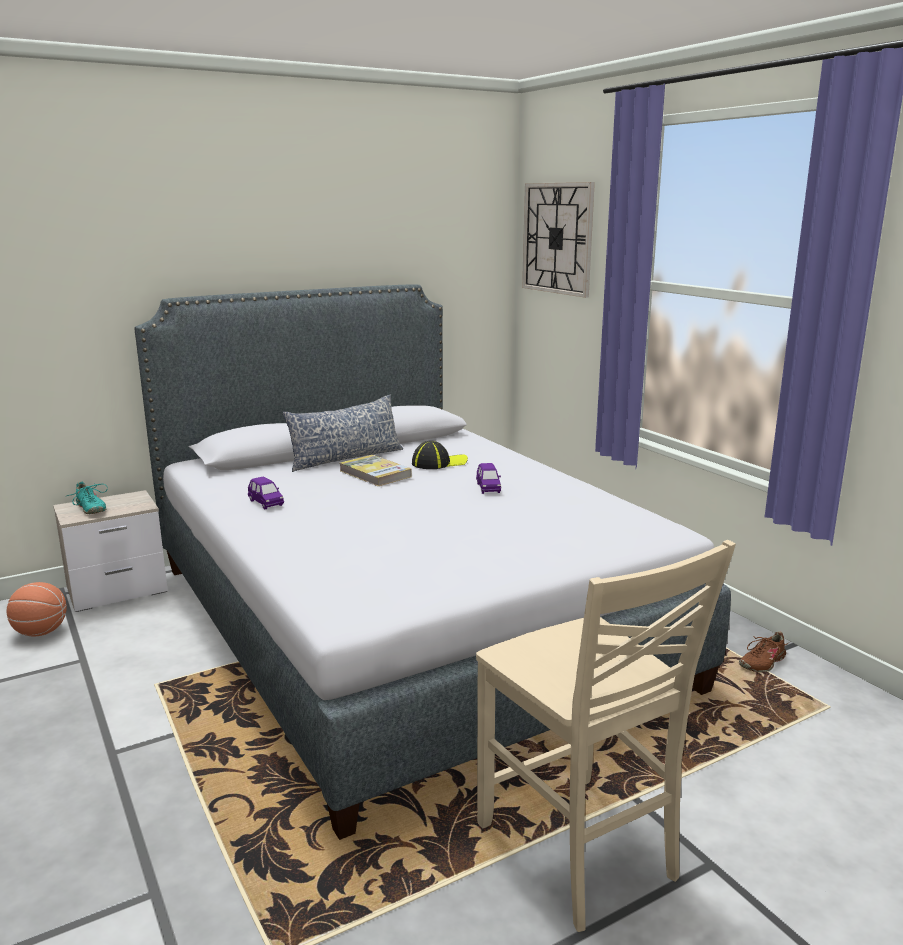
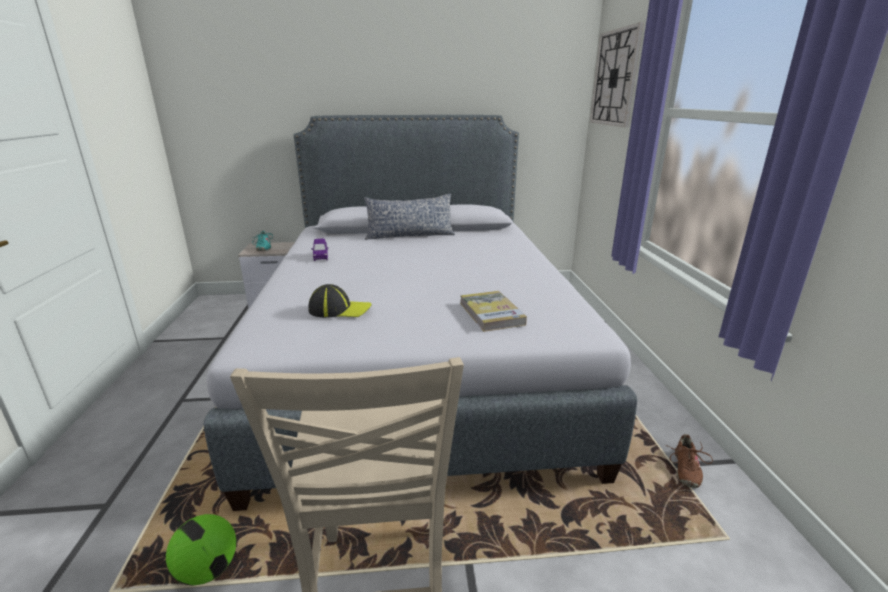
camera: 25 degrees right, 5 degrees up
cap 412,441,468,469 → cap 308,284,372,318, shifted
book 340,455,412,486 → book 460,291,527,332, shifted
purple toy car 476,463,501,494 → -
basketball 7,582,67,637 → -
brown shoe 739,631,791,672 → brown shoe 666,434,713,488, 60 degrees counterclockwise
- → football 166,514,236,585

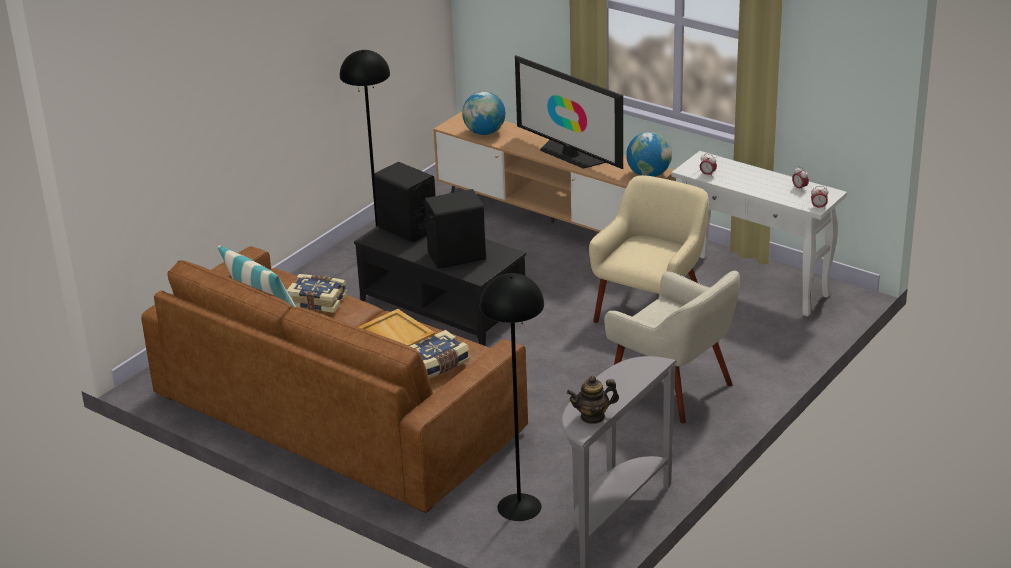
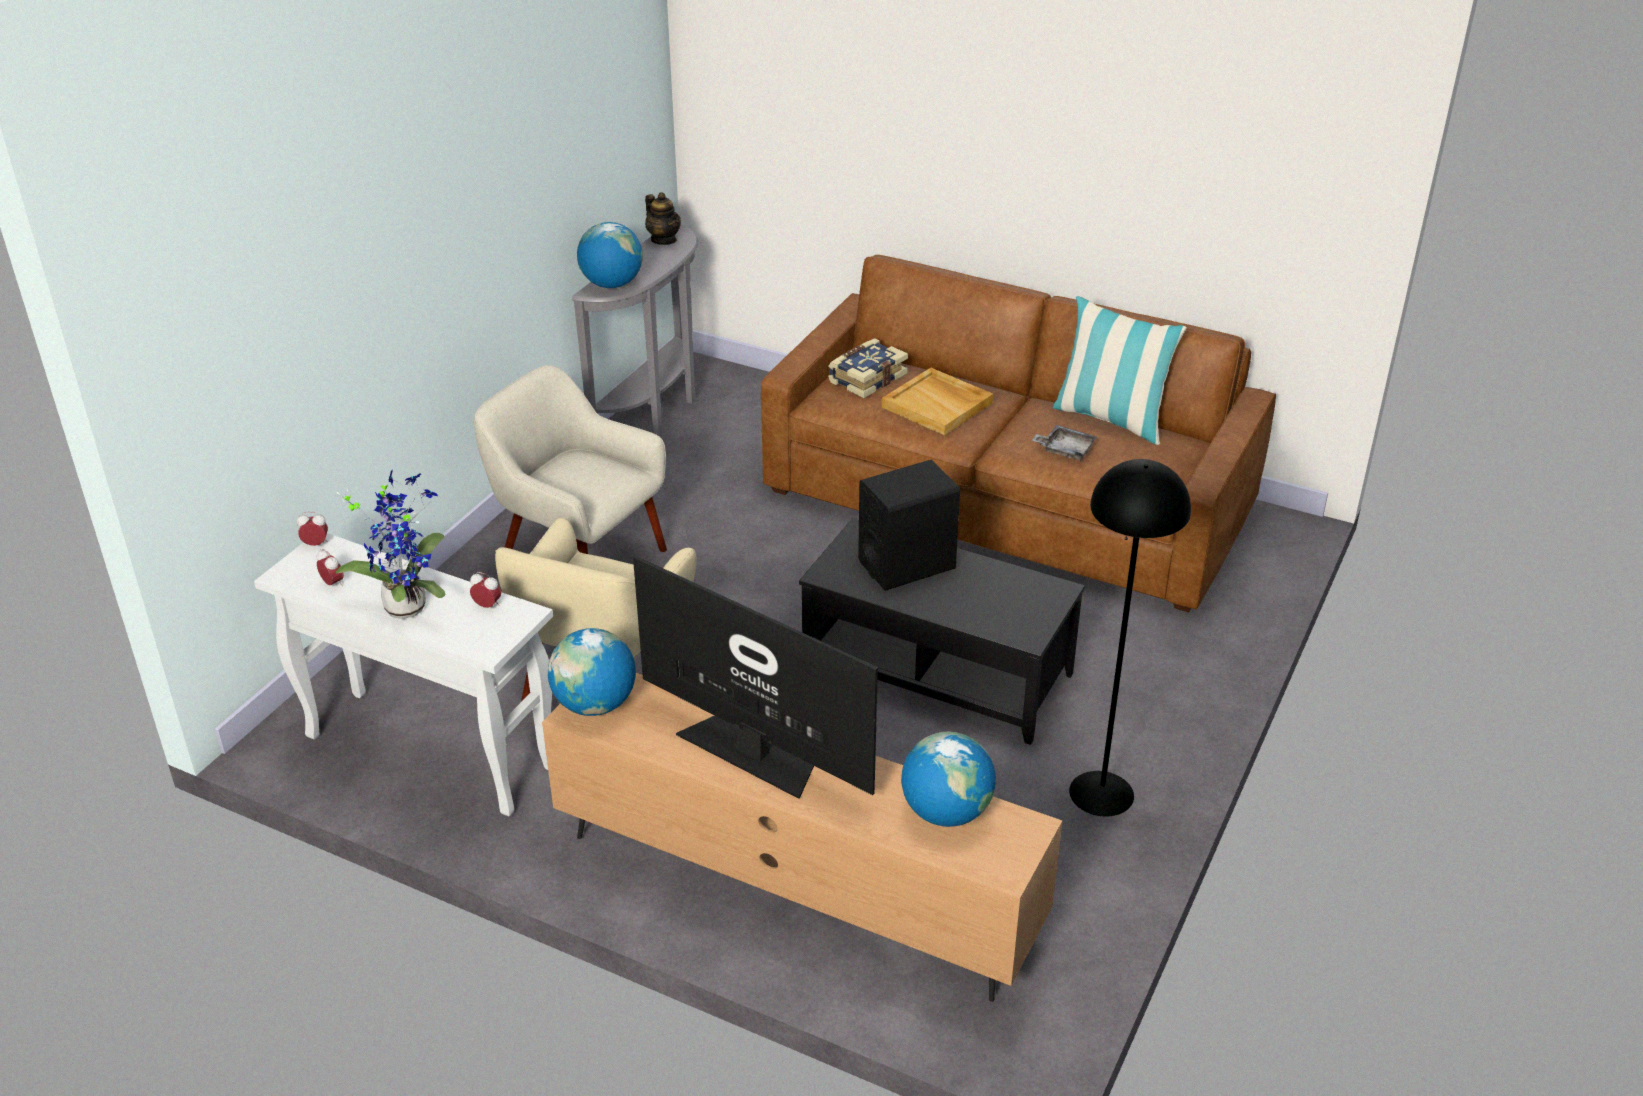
camera: 170 degrees right, 5 degrees up
black speaker 374,162,435,242 → -
black floor lamp 480,273,544,521 → -
book 287,274,347,313 → grey tray 1032,425,1097,461
teapot 567,376,619,424 → teapot 645,192,681,245, 75 degrees clockwise
- → globe 577,222,643,288
- → potted plant 335,470,445,619

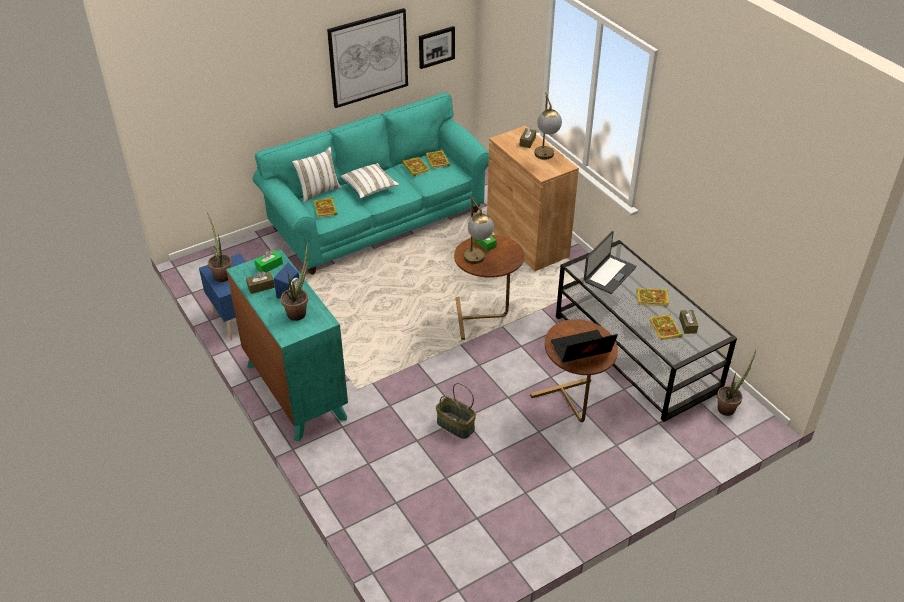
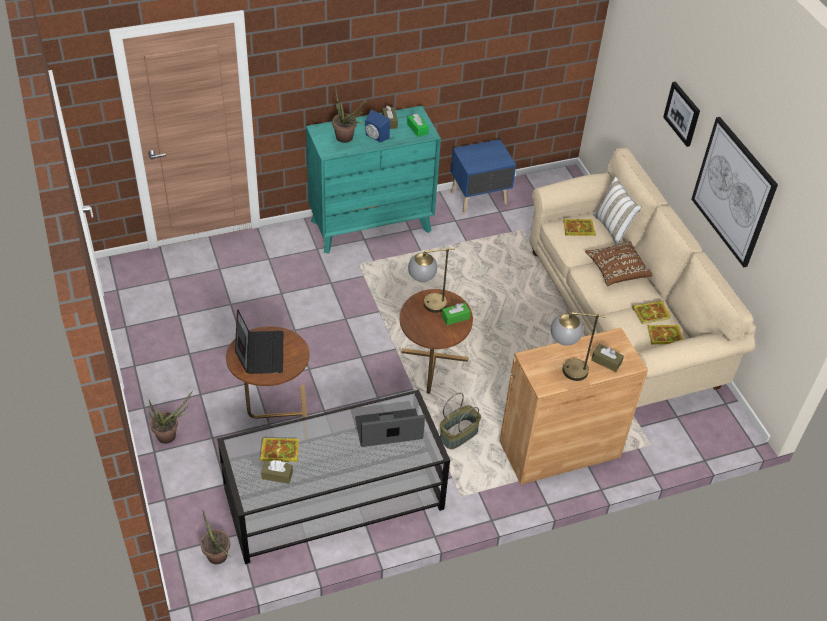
camera: 100 degrees right, 5 degrees up
picture 419,26,455,69 → picture 663,81,700,147, shifted
turquoise sofa 253,93,491,275 → beige sofa 529,148,756,408
white pillow 341,163,399,198 → brown pillow 585,241,652,286
potted plant 207,213,232,282 → potted plant 148,390,193,444, shifted
laptop 584,231,636,294 → laptop 355,408,425,447, 120 degrees clockwise
book 637,288,669,306 → -
basket 436,383,476,439 → basket 440,393,481,449, shifted

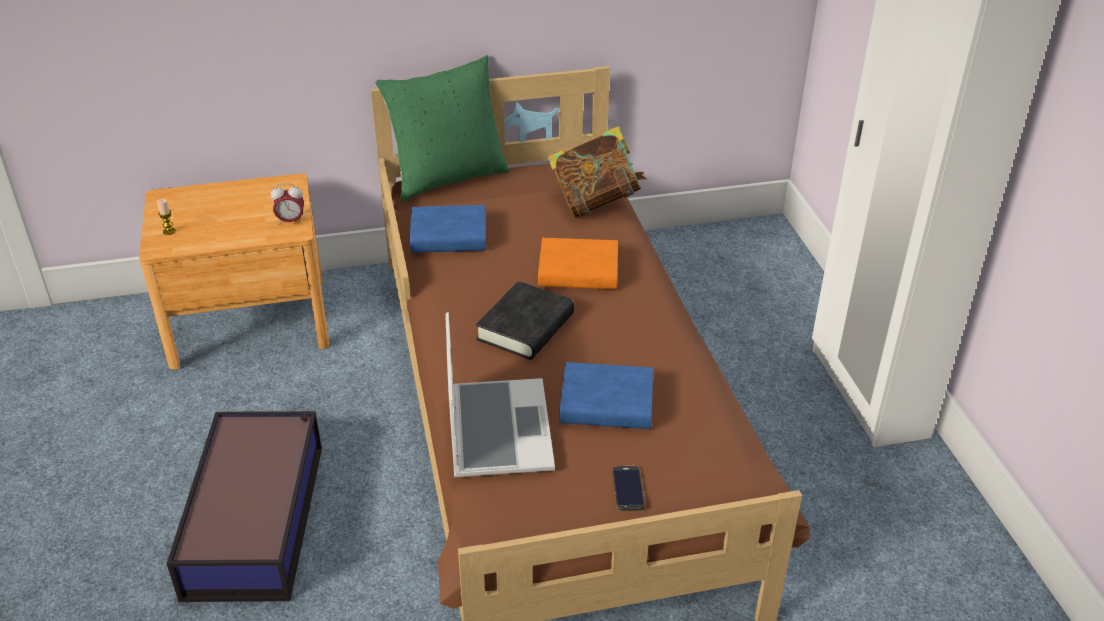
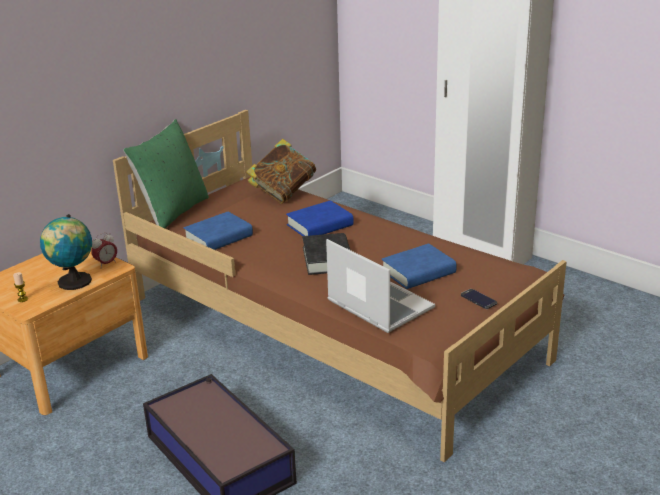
camera: 35 degrees left, 10 degrees down
orange book 538,238,618,289 → blue book 286,200,354,236
- → globe 40,214,92,290

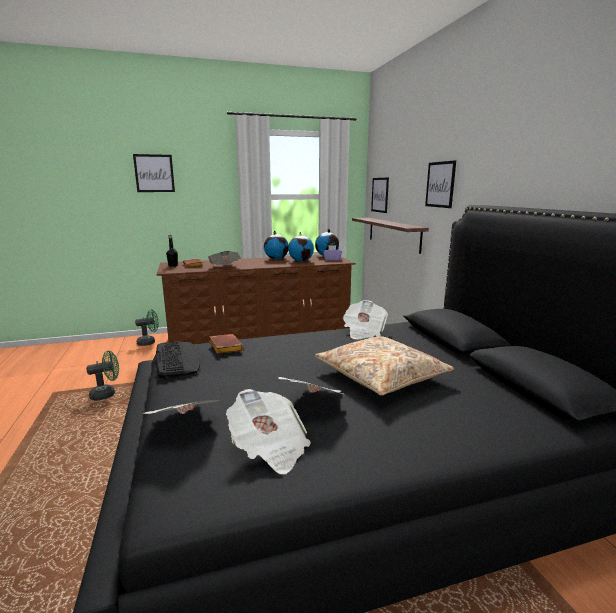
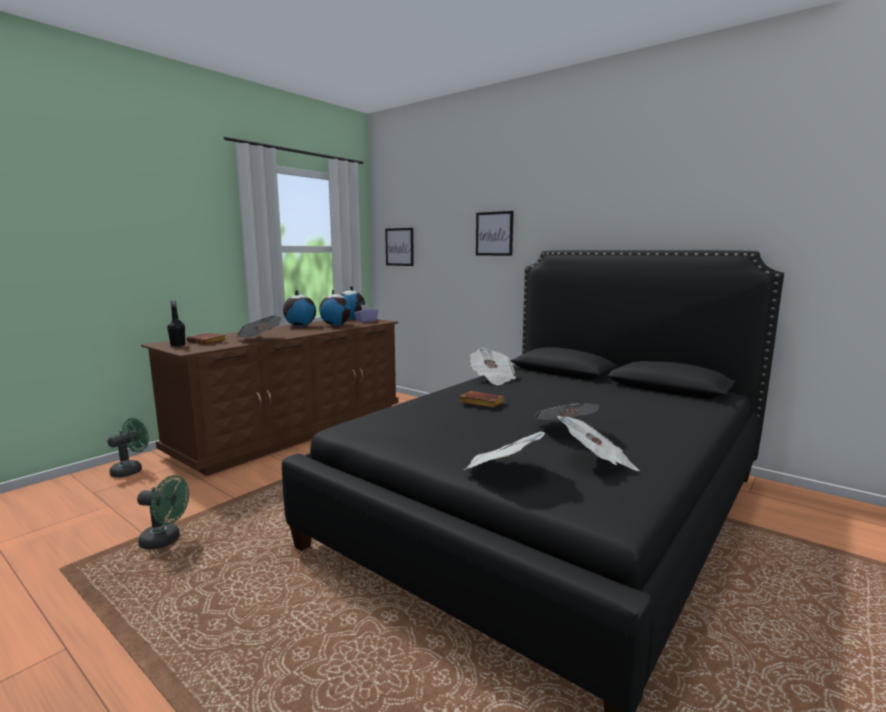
camera: 35 degrees left, 5 degrees down
picture 133,154,175,192 → -
shelf 352,218,429,254 → -
brown book 209,334,244,354 → brown book 459,391,505,408, shifted
beige pillow 315,336,454,395 → -
keyboard 156,341,200,379 → -
green fan 86,351,119,400 → green fan 137,475,189,549, 75 degrees clockwise

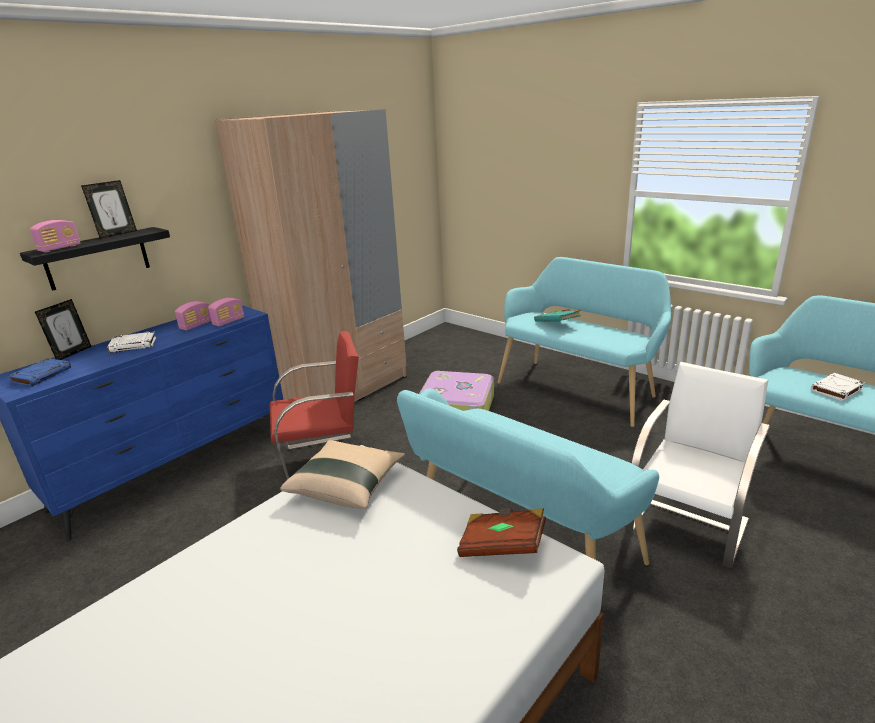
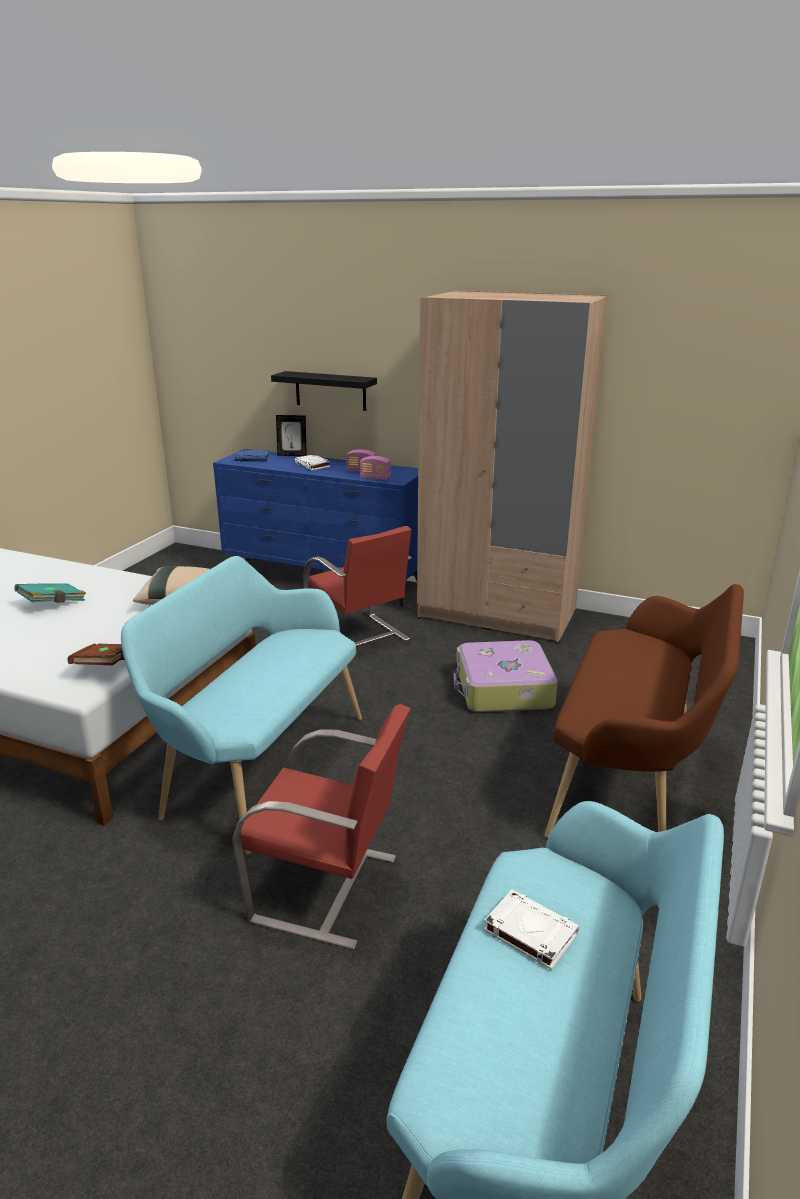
camera: 70 degrees right, 0 degrees up
picture frame 81,180,137,239 → -
radio 30,220,80,252 → -
turquoise bench 497,257,671,427 → brown bench 545,584,744,838
turquoise book 534,309,581,322 → turquoise book 14,583,86,603, shifted
white chair 625,362,770,569 → red chair 232,704,411,950

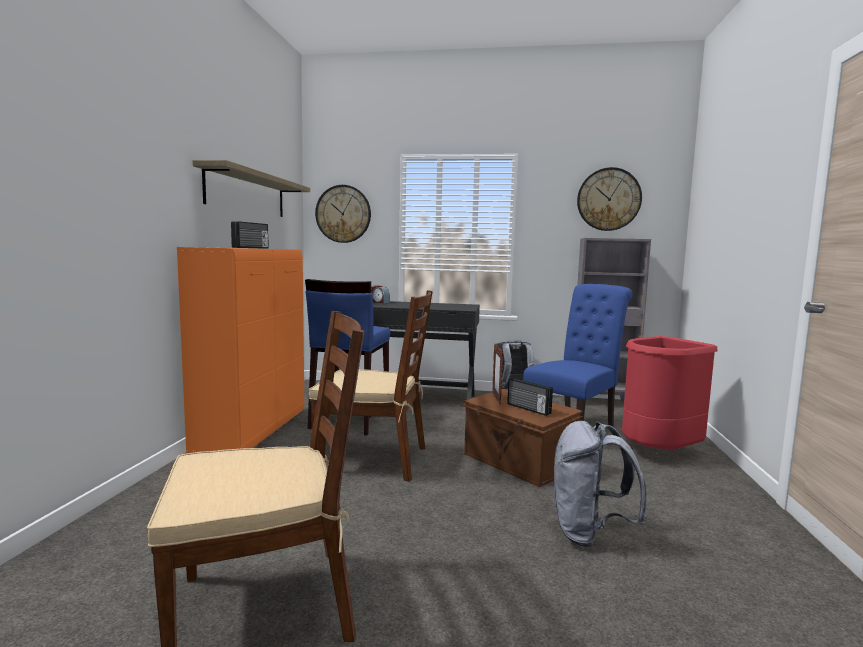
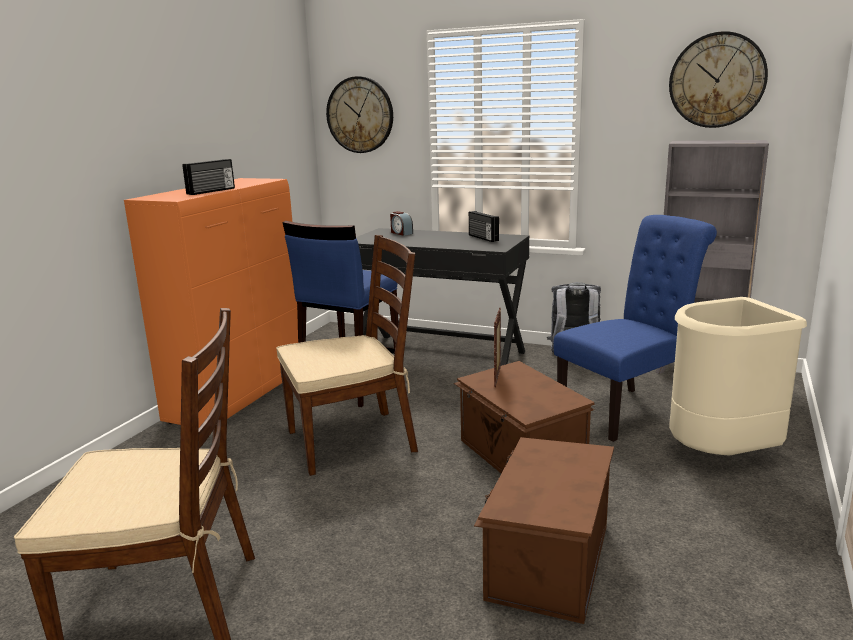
camera: 15 degrees right, 10 degrees up
shelf 192,160,310,217 → -
brown chair 309,290,433,482 → brown chair 276,235,418,476, 45 degrees counterclockwise
red trash can 622,336,718,450 → beige trash can 669,297,807,456
radio 507,378,553,416 → radio 469,211,499,242, shifted
grey backpack 553,421,647,547 → brown storage box 474,437,614,624

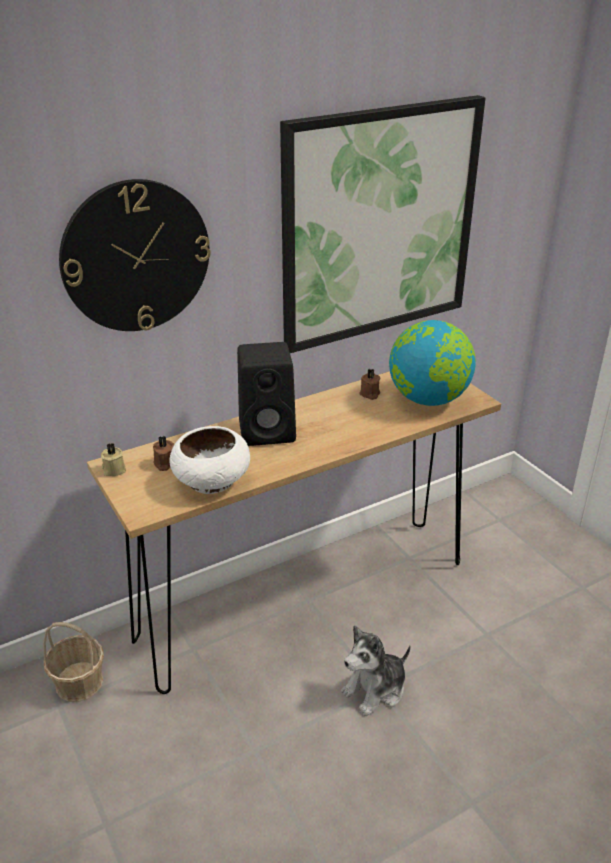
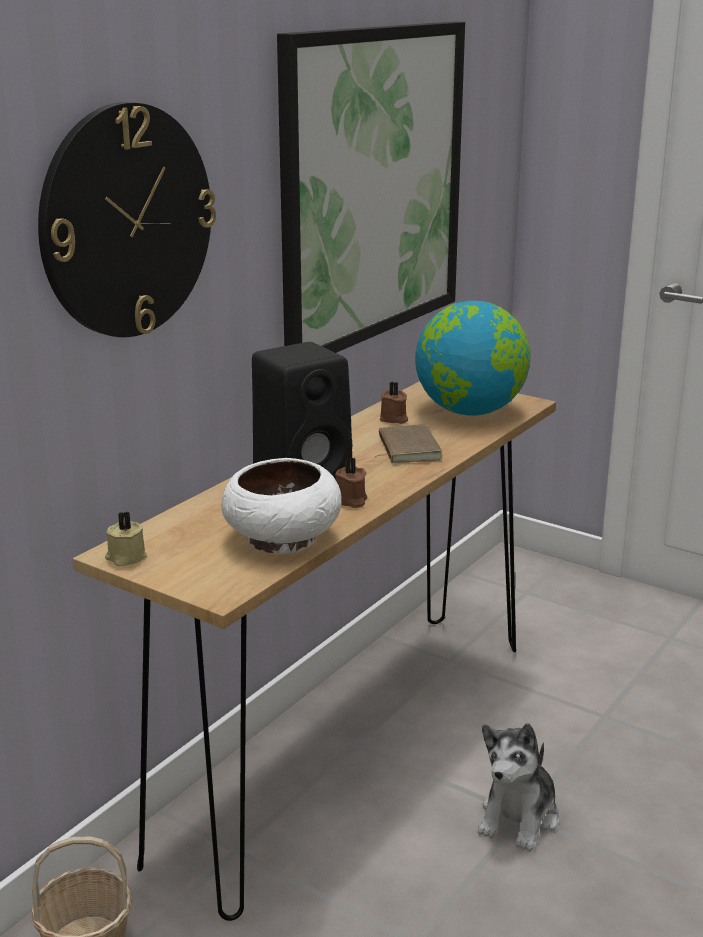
camera: 25 degrees left, 10 degrees down
brown candle 153,436,174,471 → brown candle 335,457,368,508, shifted
- → brown book 375,424,442,463

